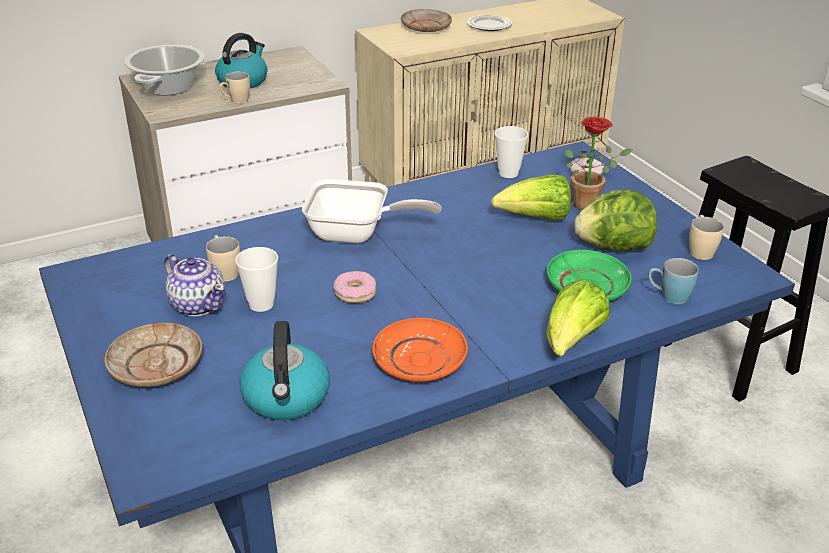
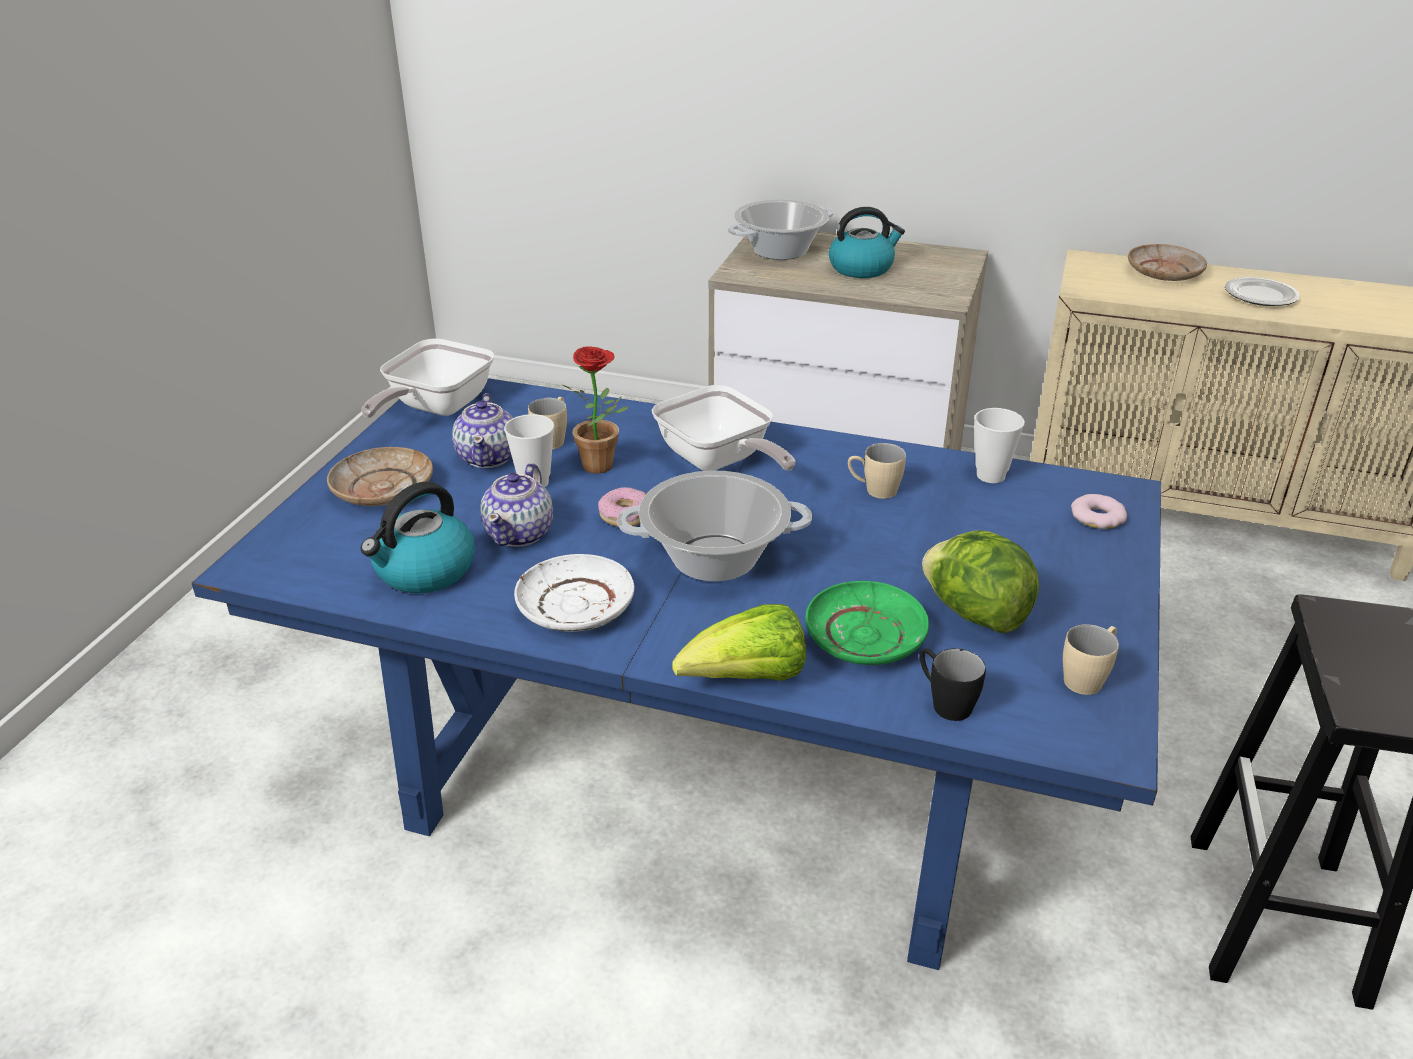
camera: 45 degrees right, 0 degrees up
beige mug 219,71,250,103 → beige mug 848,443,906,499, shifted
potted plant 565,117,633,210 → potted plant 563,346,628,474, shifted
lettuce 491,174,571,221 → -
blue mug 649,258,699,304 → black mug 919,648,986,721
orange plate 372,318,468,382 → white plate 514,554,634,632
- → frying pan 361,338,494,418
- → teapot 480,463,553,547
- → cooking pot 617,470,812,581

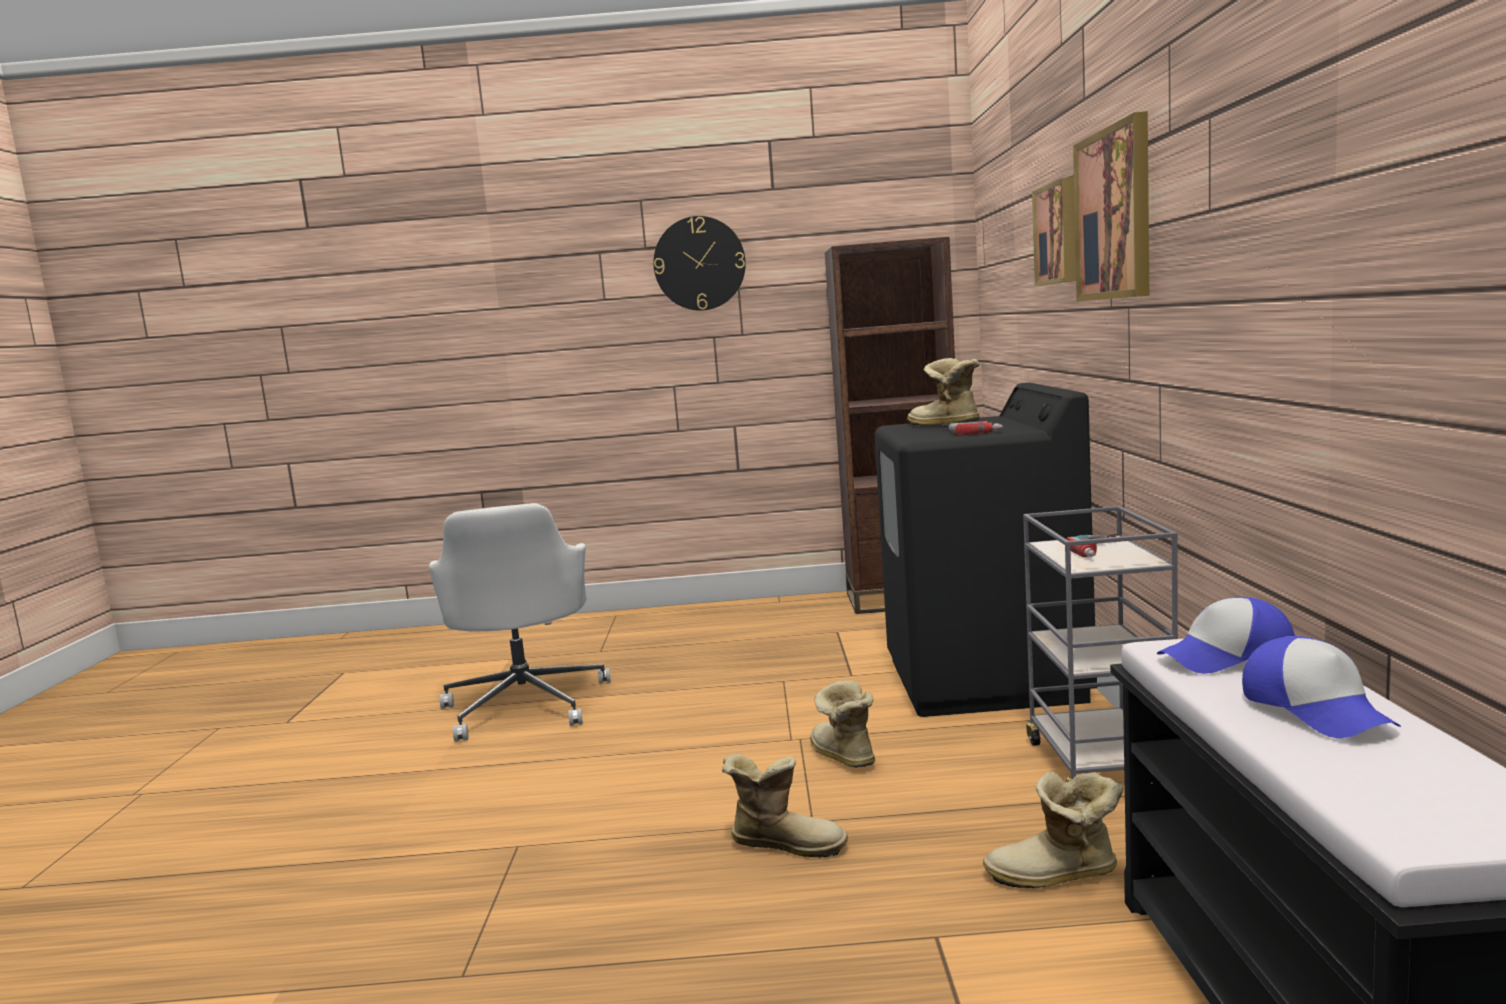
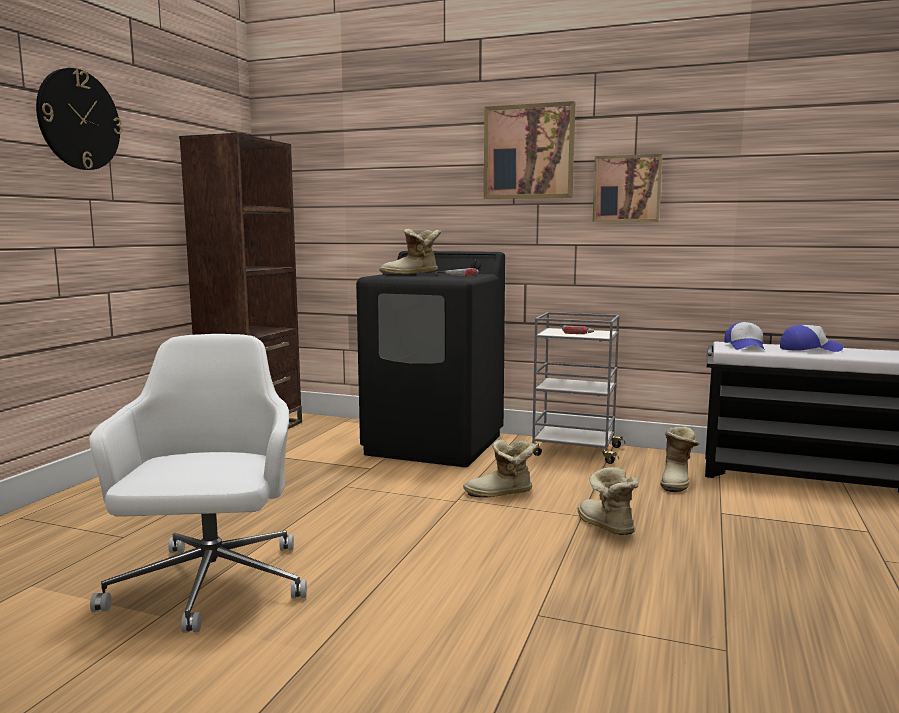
camera: 70 degrees left, 0 degrees up
picture 1032,177,1076,286 → picture 593,154,663,222, shifted
white office chair 429,503,611,742 → white office chair 89,334,307,633, 105 degrees counterclockwise
boot 722,754,848,858 → boot 577,467,639,535, 60 degrees counterclockwise

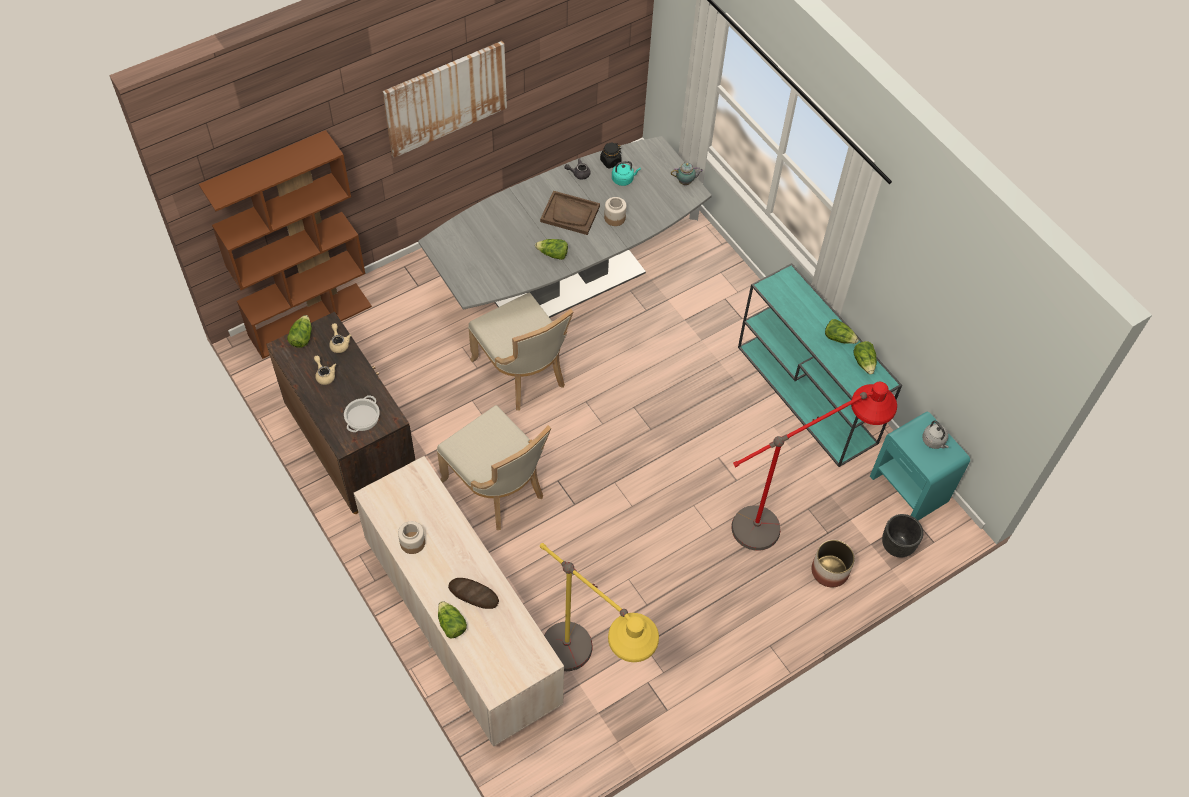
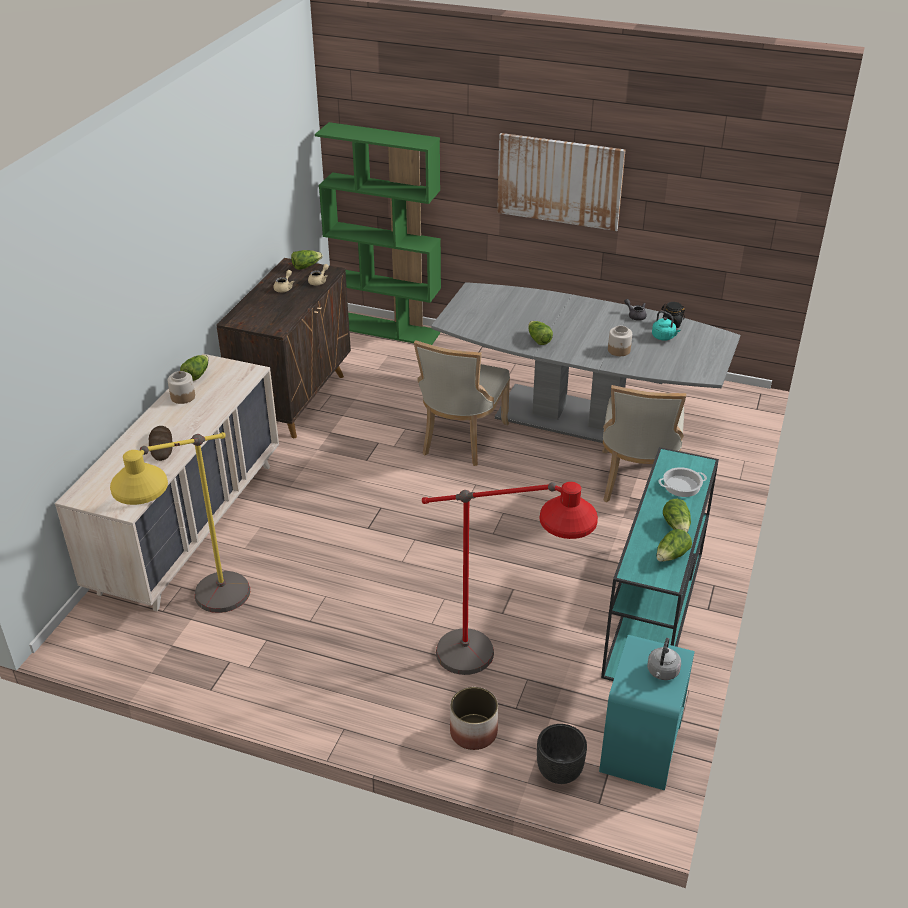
camera: 55 degrees right, 20 degrees down
brown bookcase 199,130,372,359 → green bookcase 315,122,441,345
teapot 671,163,703,185 → -
brown tray 540,191,600,235 → -
cooking pot 344,395,380,432 → cooking pot 659,467,707,497, shifted
beige chair 437,405,551,530 → beige chair 602,385,686,503, shifted
lettuce 438,601,467,639 → lettuce 180,355,209,381, shifted

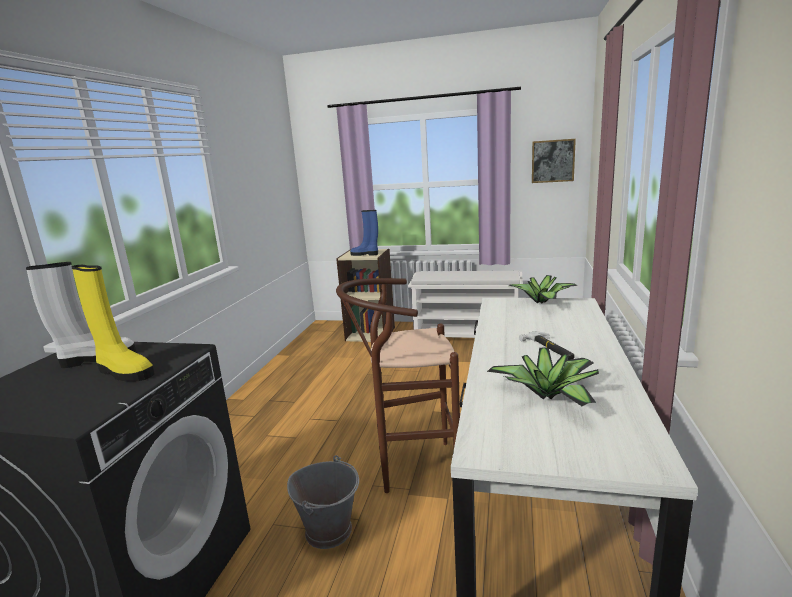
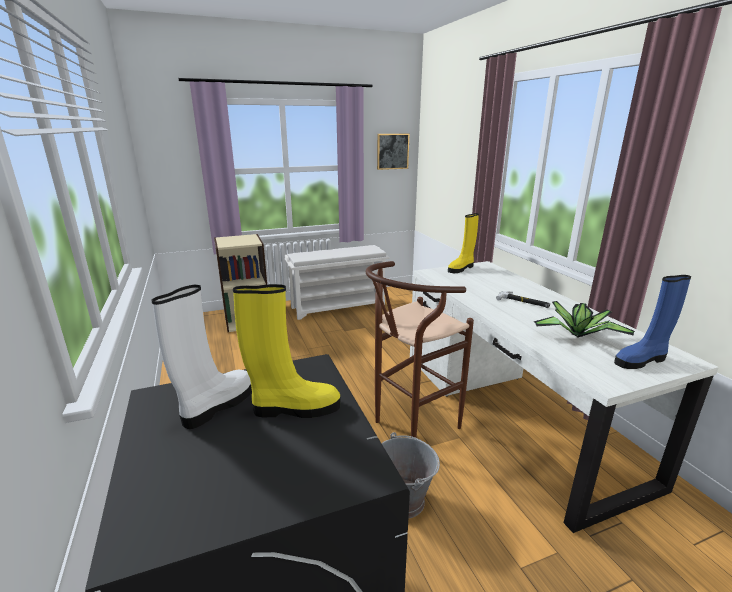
camera: 35 degrees left, 5 degrees up
blue boot 350,210,378,256 → blue boot 614,275,691,369, shifted
potted plant 509,275,577,303 → yellow boot 448,213,479,273

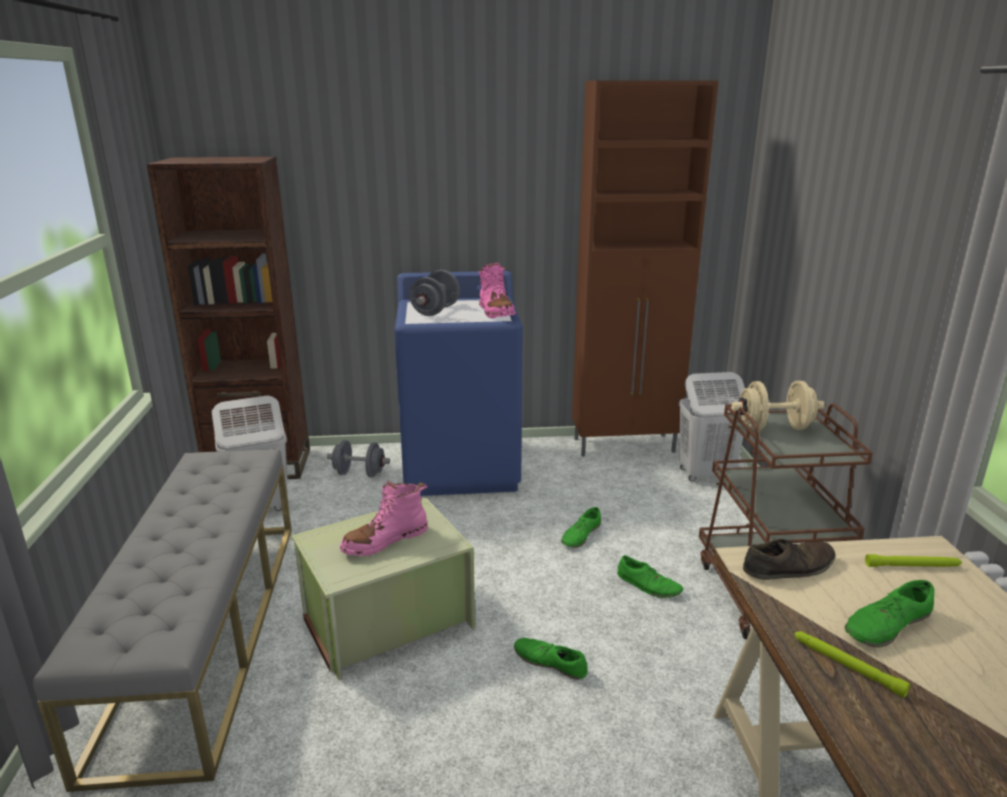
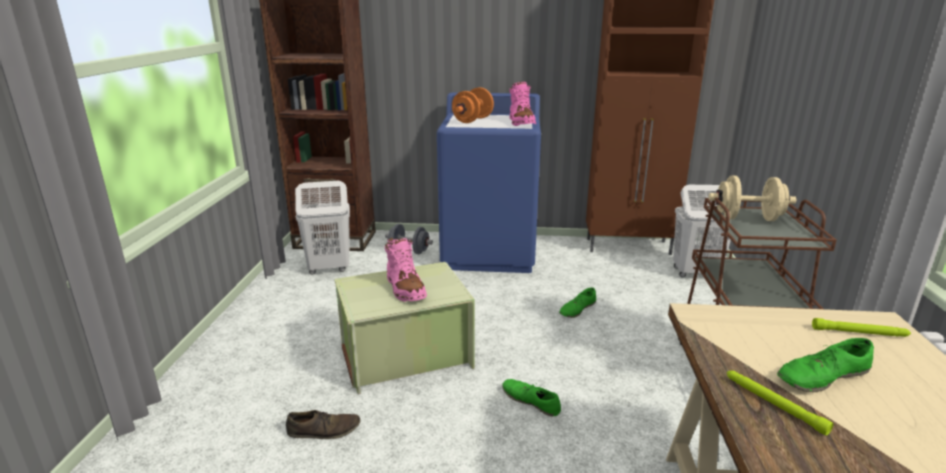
camera: 10 degrees right, 0 degrees up
grey dumbbell 409,270,460,316 → orange dumbbell 452,87,494,123
grey bench 33,449,292,792 → -
pink boot 340,480,428,556 → pink boot 384,238,427,302, 90 degrees counterclockwise
brown shoe 743,539,835,580 → brown shoe 286,410,360,439, shifted
green shoe 617,555,683,598 → -

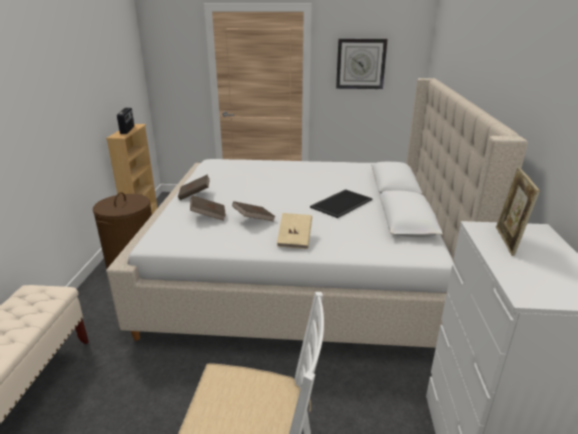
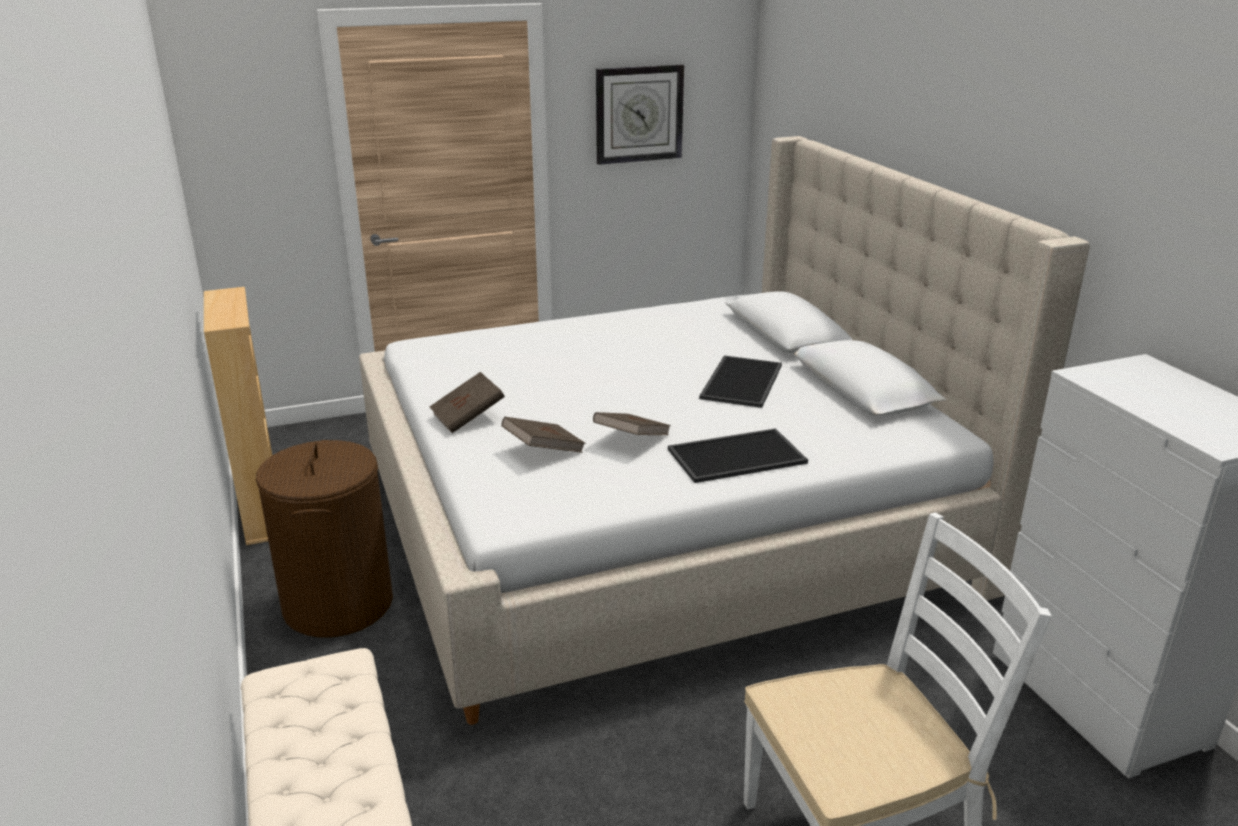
camera: 25 degrees left, 0 degrees up
radio 117,107,134,134 → -
picture frame 496,167,540,256 → -
beige book 277,213,312,249 → tray 668,428,808,483

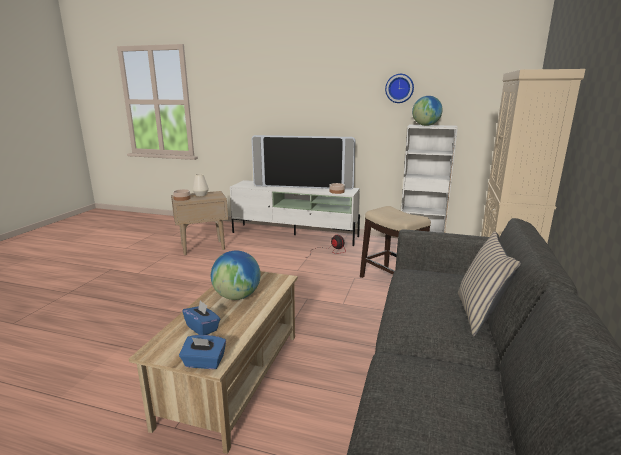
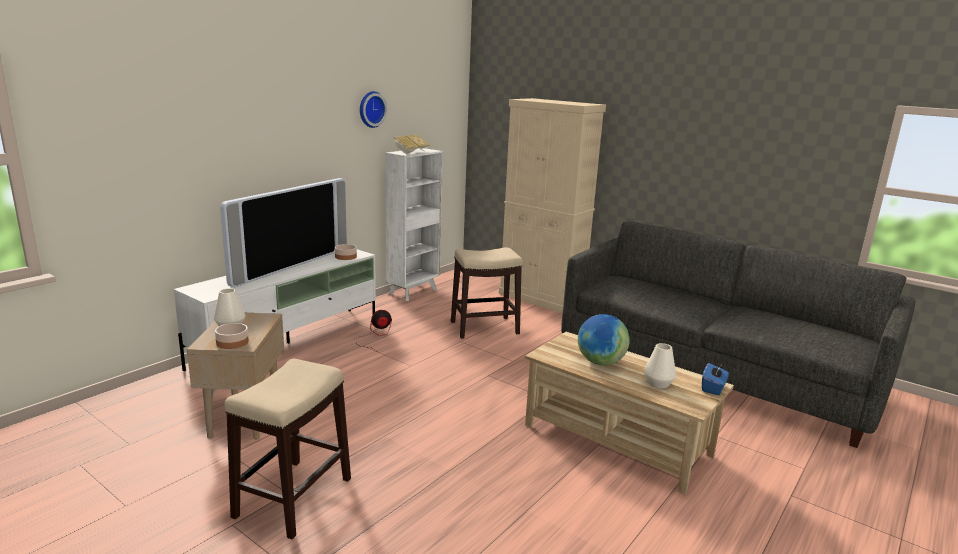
camera: 70 degrees left, 0 degrees up
globe 412,96,443,126 → book 394,134,430,155
beige pillow 458,231,521,337 → -
blue tissue box 182,300,220,335 → white vase 644,343,676,389
- → stool 224,359,351,539

